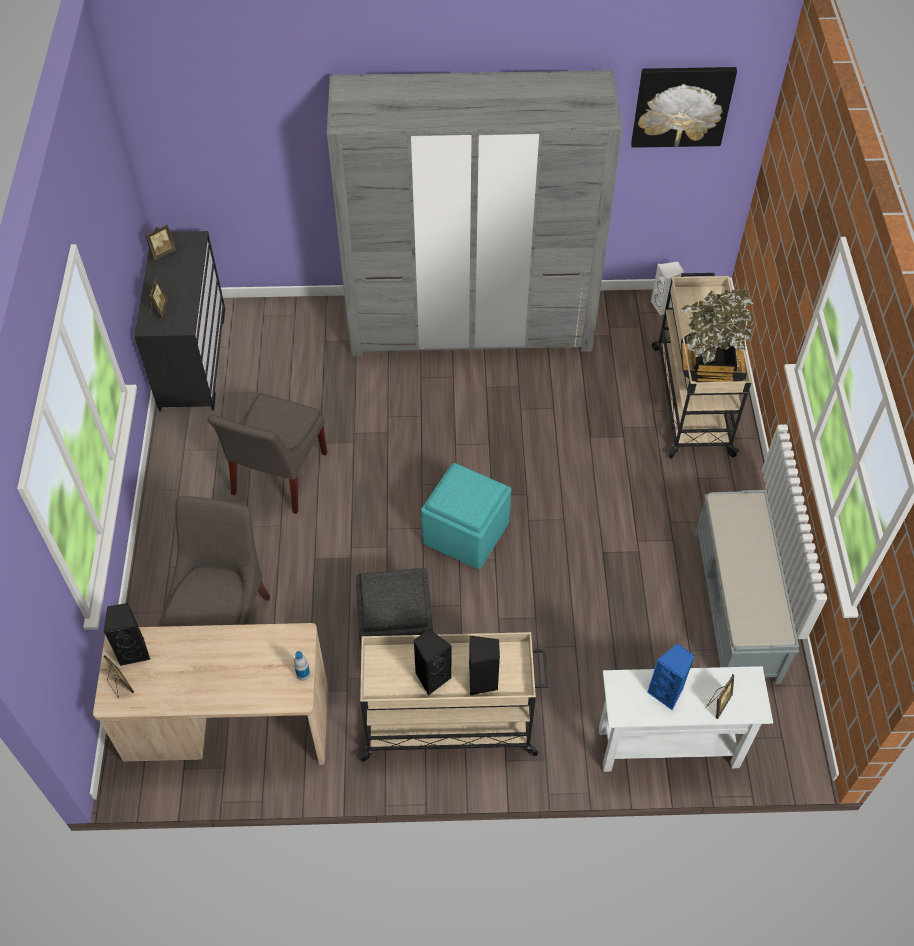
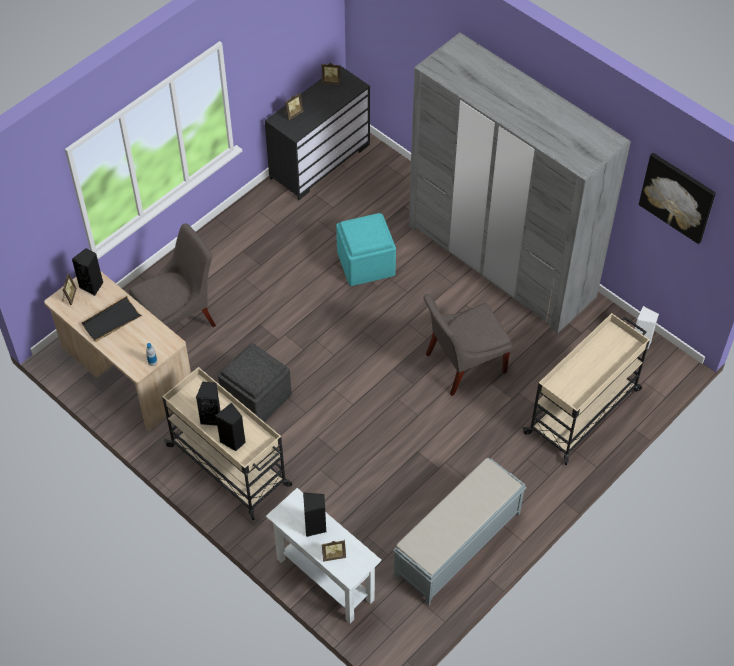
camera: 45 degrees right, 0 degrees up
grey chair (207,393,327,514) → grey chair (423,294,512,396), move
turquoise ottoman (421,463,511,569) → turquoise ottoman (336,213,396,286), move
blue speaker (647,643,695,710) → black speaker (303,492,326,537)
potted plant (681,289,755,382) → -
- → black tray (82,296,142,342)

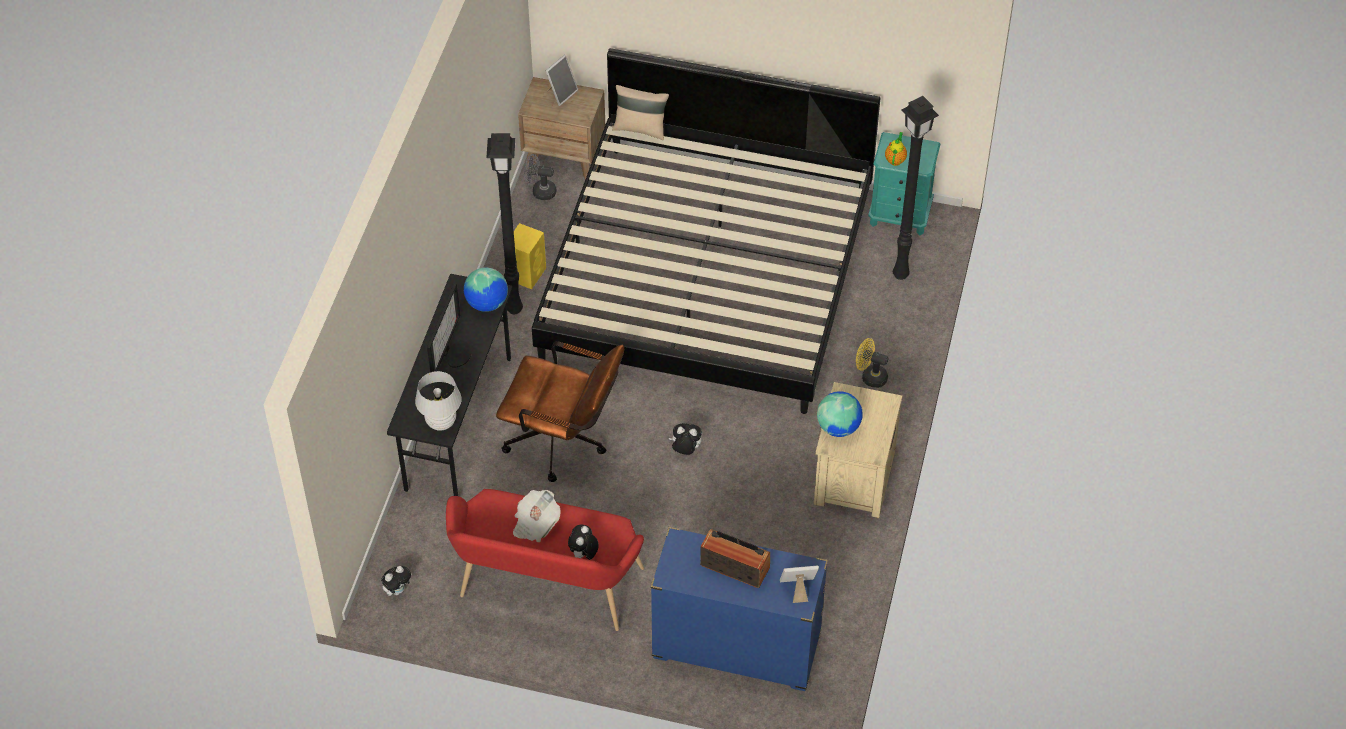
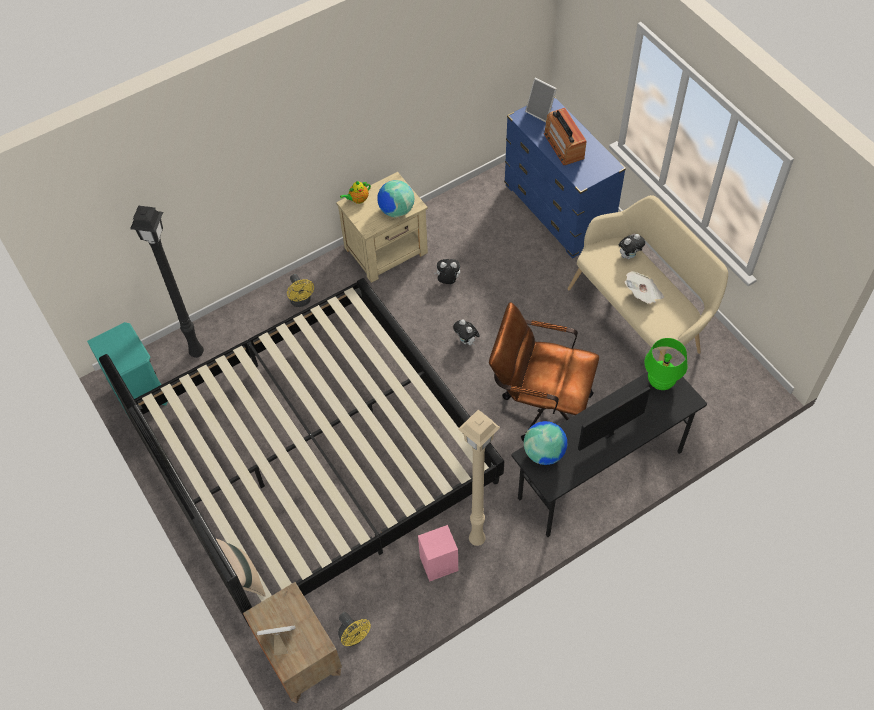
camera: 135 degrees left, 5 degrees up
plush toy (381,566,412,596) → plush toy (434,259,460,284), move
white table lamp (415,371,462,431) → green table lamp (644,338,688,390)
red bench (446,489,644,631) → beige bench (568,195,728,361)
black floor lamp (487,133,523,314) → beige floor lamp (458,410,500,546)
brown office chair (496,341,624,482) → brown office chair (489,302,599,442), 45 degrees counterclockwise
yellow speaker (514,223,546,289) → pink speaker (418,525,458,581)
grey fan (524,154,557,200) → yellow fan (338,612,371,646)
teapot (885,132,907,166) → teapot (340,181,371,204), move

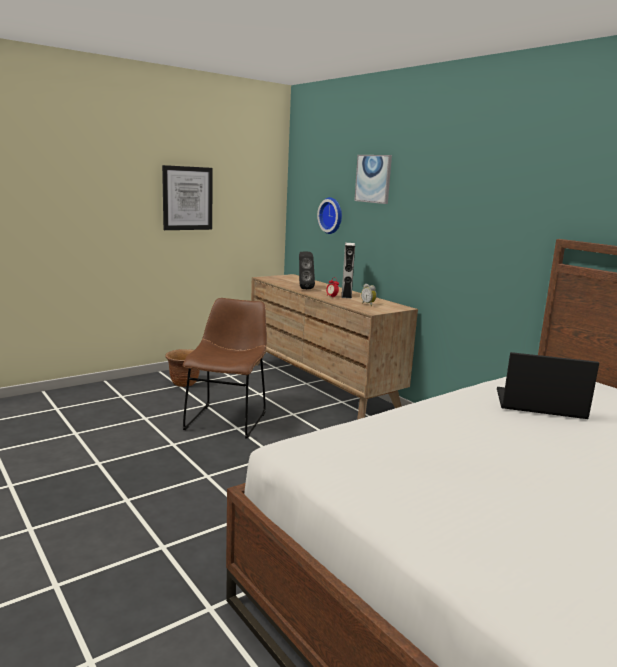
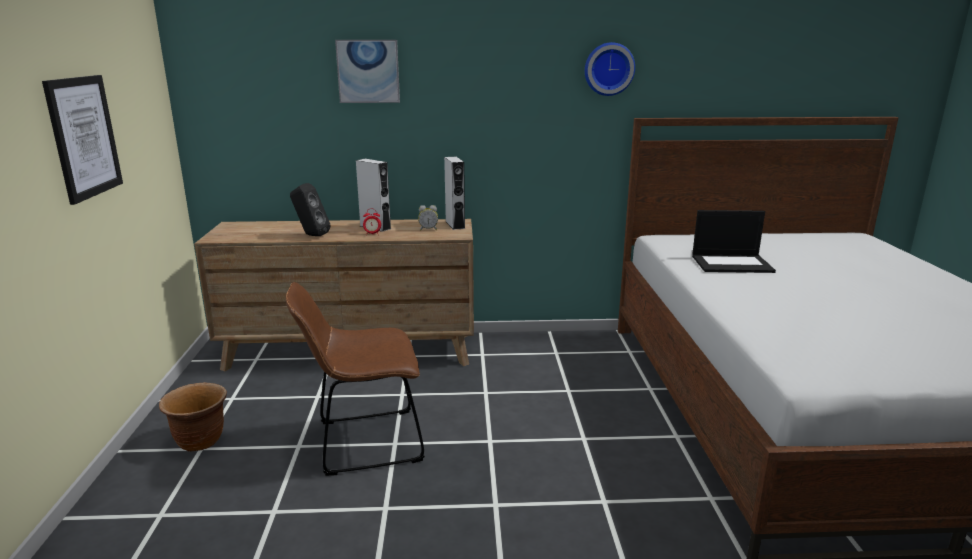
camera: 55 degrees left, 5 degrees up
brown chair (183,298,267,439) → brown chair (286,282,425,476), 60 degrees counterclockwise
wall clock (317,197,342,234) → wall clock (585,42,635,96), move
laptop (497,352,599,419) → laptop (692,210,776,273), 135 degrees counterclockwise
- → grey speaker (444,157,465,230)

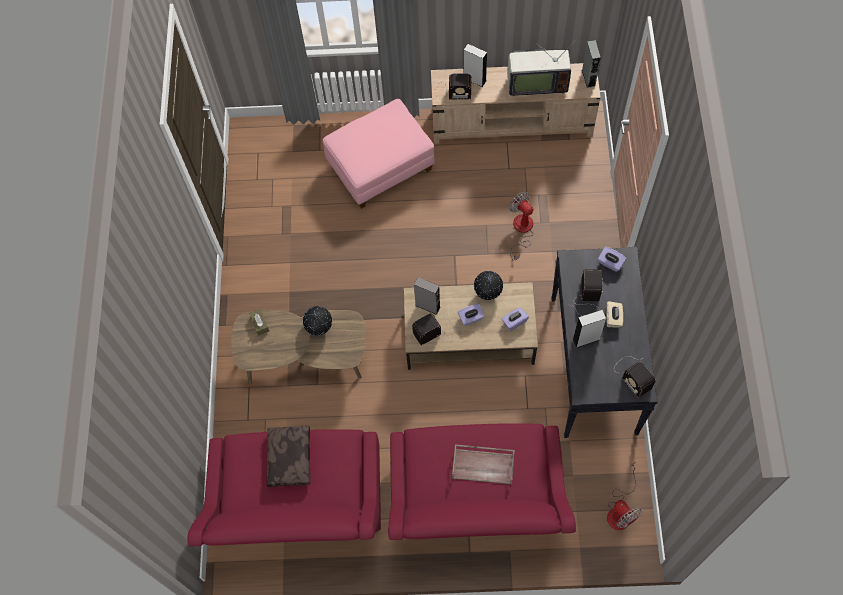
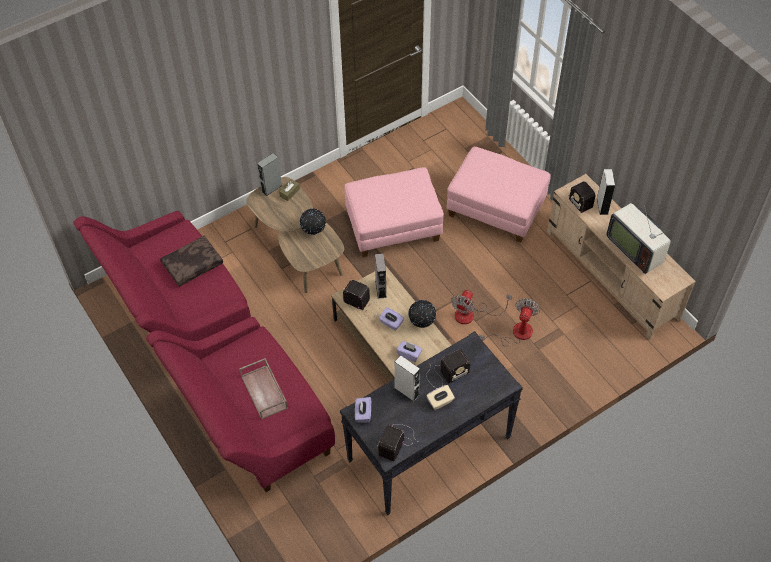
camera: 55 degrees right, 10 degrees down
grey speaker (582,40,601,88) → grey speaker (257,153,282,196), move
purple tissue box (598,247,626,272) → purple tissue box (355,397,371,423), move
fan (607,461,642,530) → fan (451,290,512,324), move
- → pink ottoman (344,167,444,257)

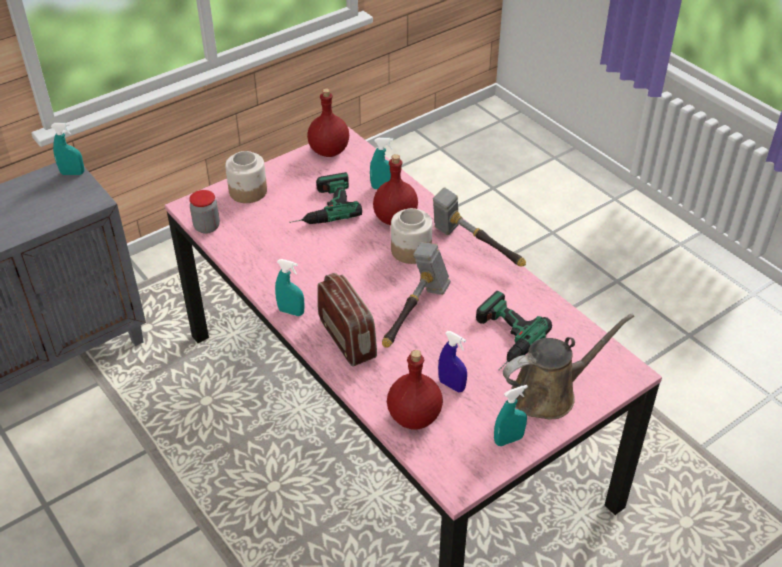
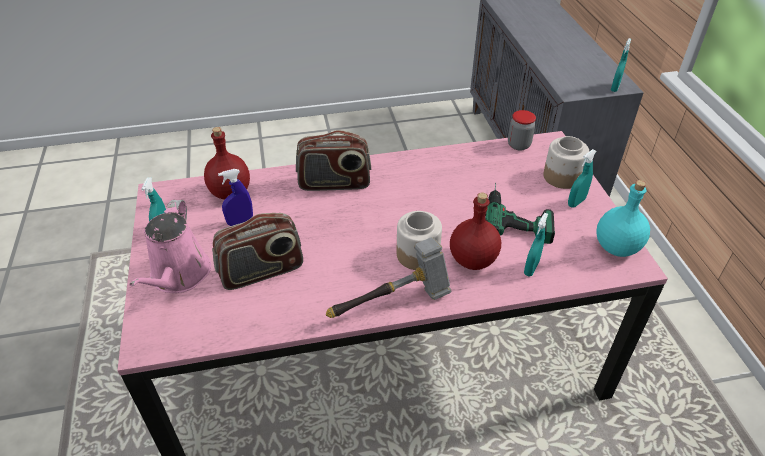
camera: 115 degrees right, 0 degrees up
turquoise spray bottle (275,259,304,316) → turquoise spray bottle (568,149,597,208), move
red bottle (307,88,349,157) → turquoise bottle (596,180,650,257)
hammer (382,242,451,347) → -
power drill (476,291,552,370) → radio (212,213,303,290)
brown watering can (503,314,634,420) → pink watering can (129,200,211,293)

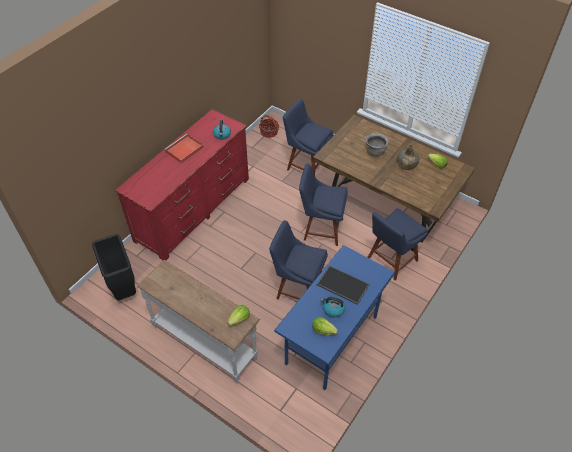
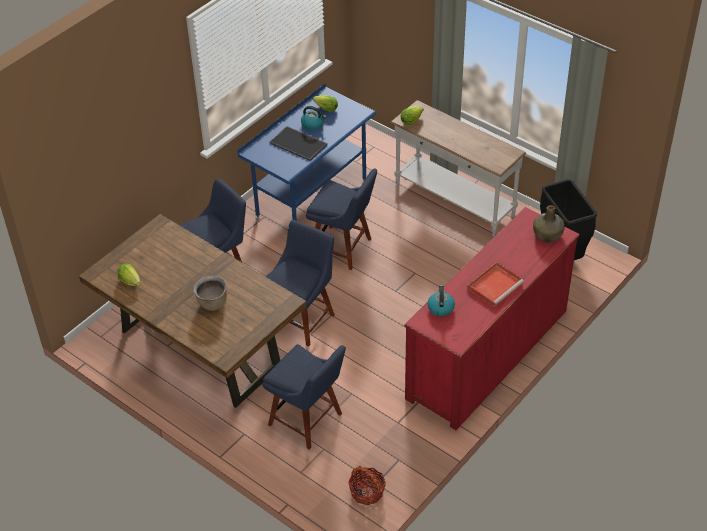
camera: 175 degrees left, 5 degrees down
blue chair (299,163,348,246) → blue chair (266,220,335,347), 75 degrees counterclockwise
green bottle (397,145,419,170) → green bottle (533,205,565,242), move

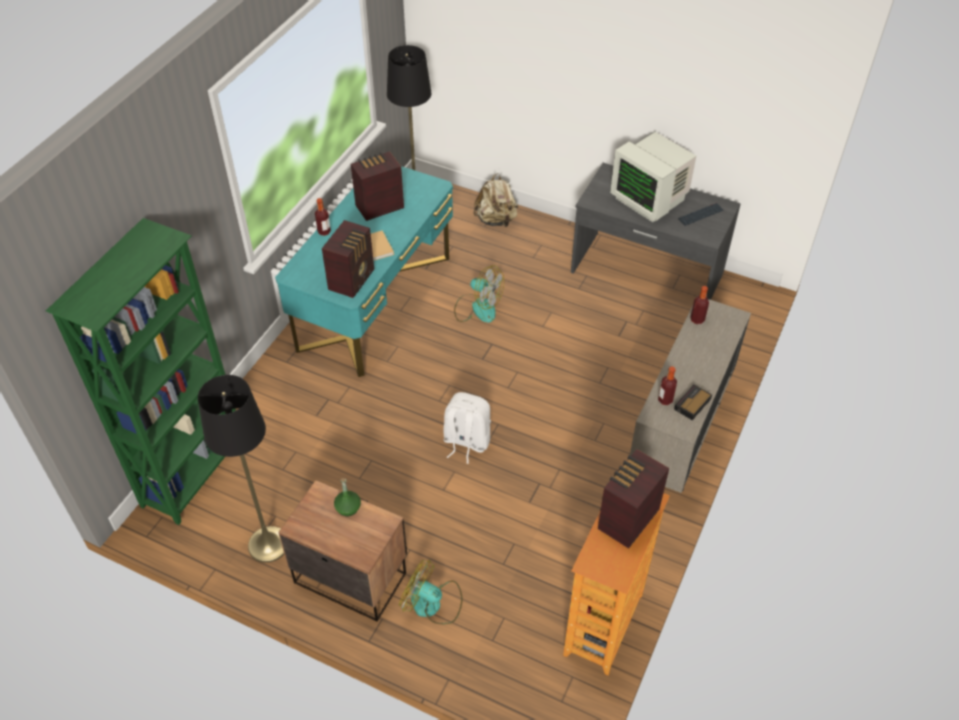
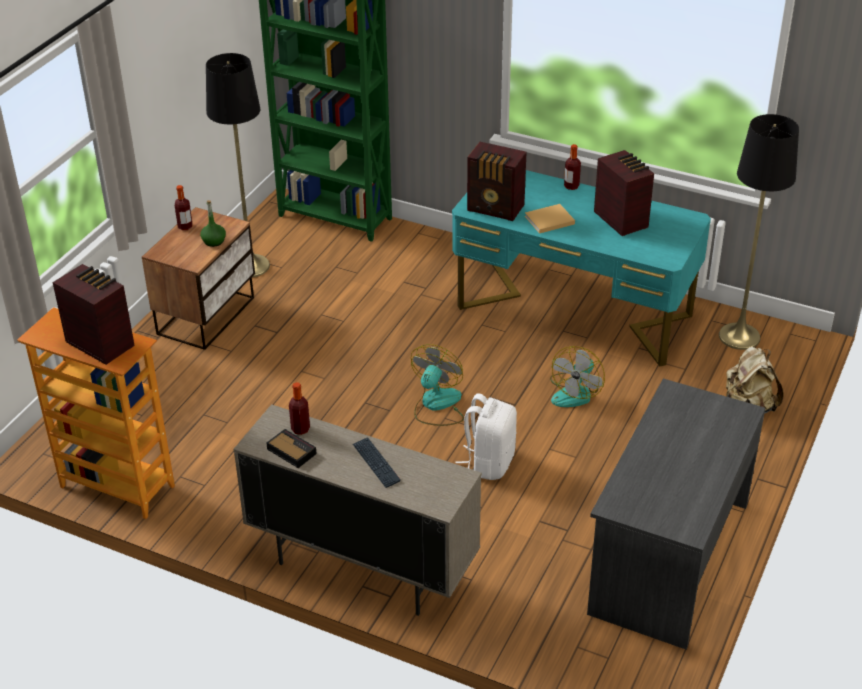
camera: 90 degrees right, 10 degrees down
fan (399,560,463,624) → fan (411,344,464,426), move
white backpack (444,392,491,464) → white backpack (455,393,517,480), move
monitor (610,132,696,222) → -
keyboard (678,203,723,226) → keyboard (353,437,401,488), move
bottle (690,286,709,324) → bottle (175,185,192,230), move

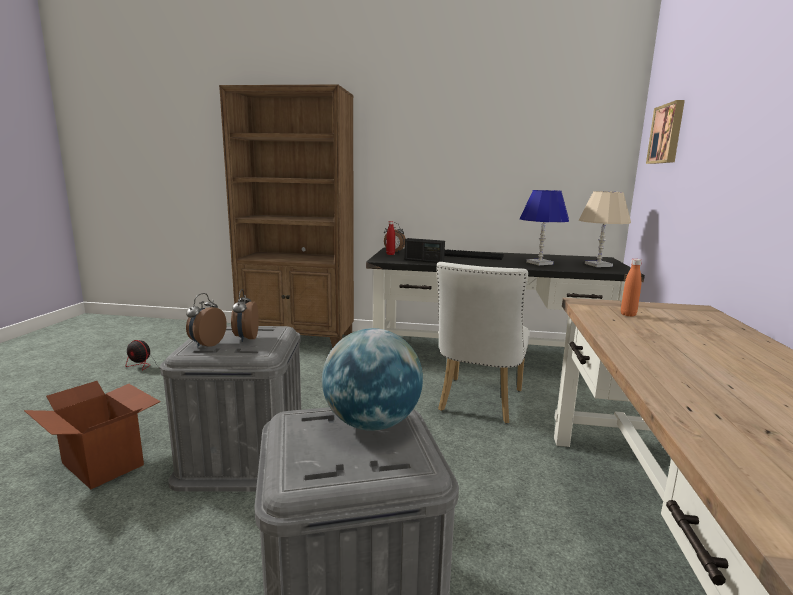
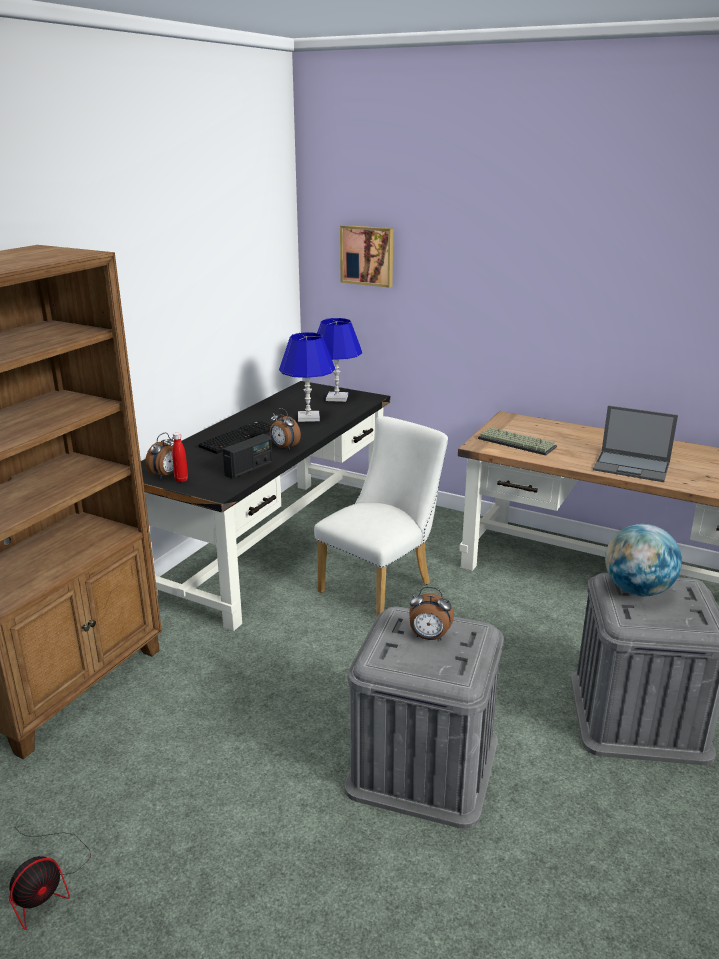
camera: 70 degrees left, 10 degrees up
cardboard box (24,381,161,489) → -
alarm clock (186,293,227,347) → alarm clock (270,408,301,450), move
white chair (437,262,530,424) → white chair (314,416,448,618), 90 degrees counterclockwise
beige table lamp (579,191,631,267) → blue table lamp (317,318,362,402)
orange bottle (621,259,642,317) → keyboard (478,428,557,456)
- → laptop (593,405,678,482)

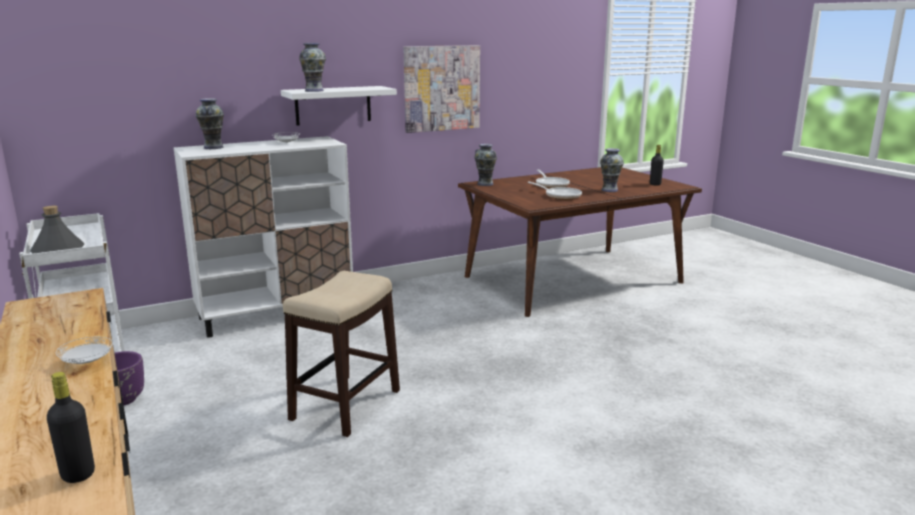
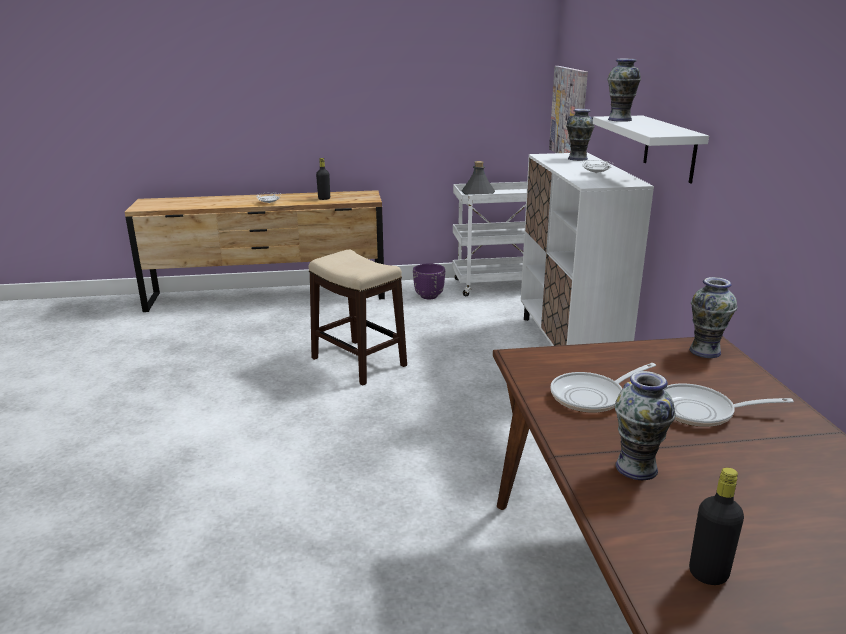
camera: 110 degrees right, 5 degrees up
black bottle (47,372,95,483) → black bottle (316,158,330,200), move
picture (403,45,480,133) → picture (549,66,588,153), move

